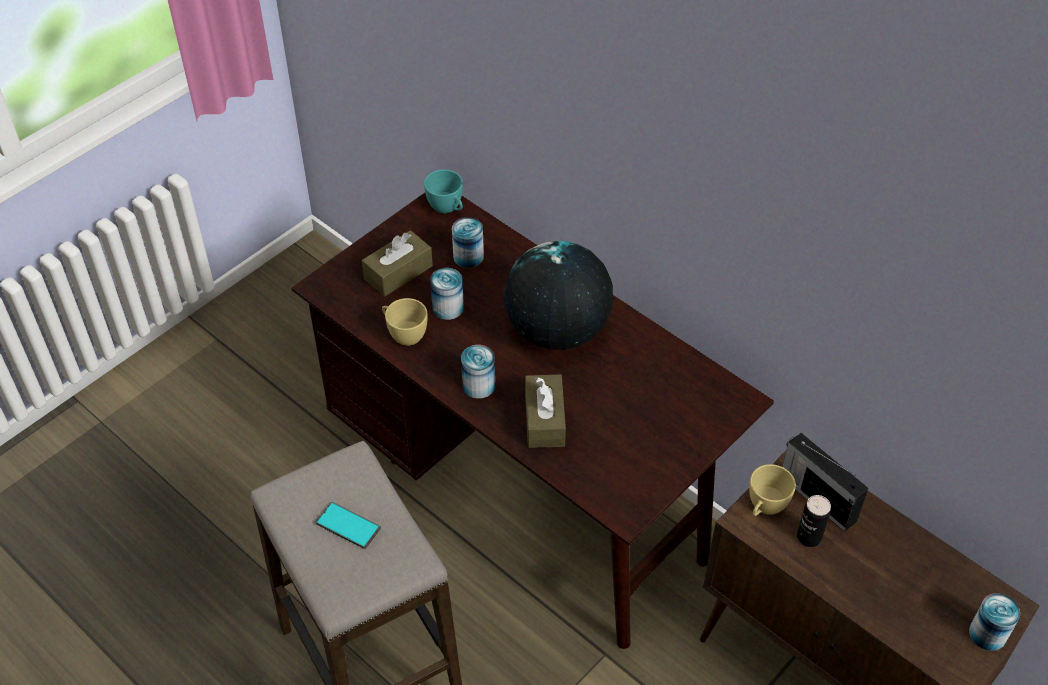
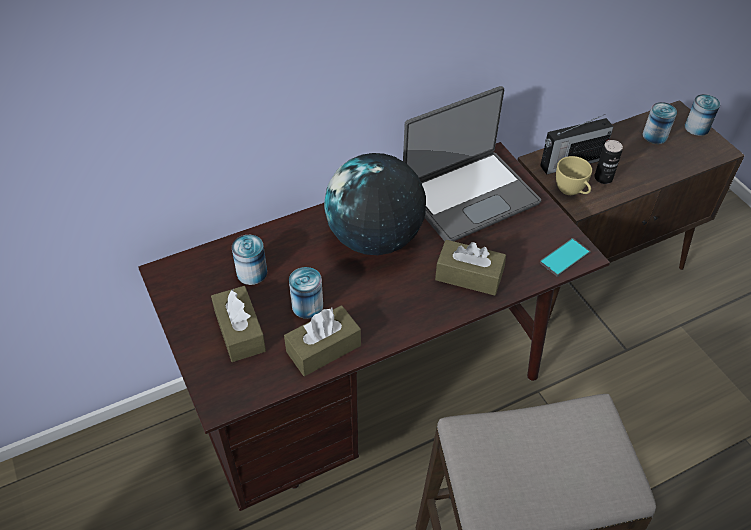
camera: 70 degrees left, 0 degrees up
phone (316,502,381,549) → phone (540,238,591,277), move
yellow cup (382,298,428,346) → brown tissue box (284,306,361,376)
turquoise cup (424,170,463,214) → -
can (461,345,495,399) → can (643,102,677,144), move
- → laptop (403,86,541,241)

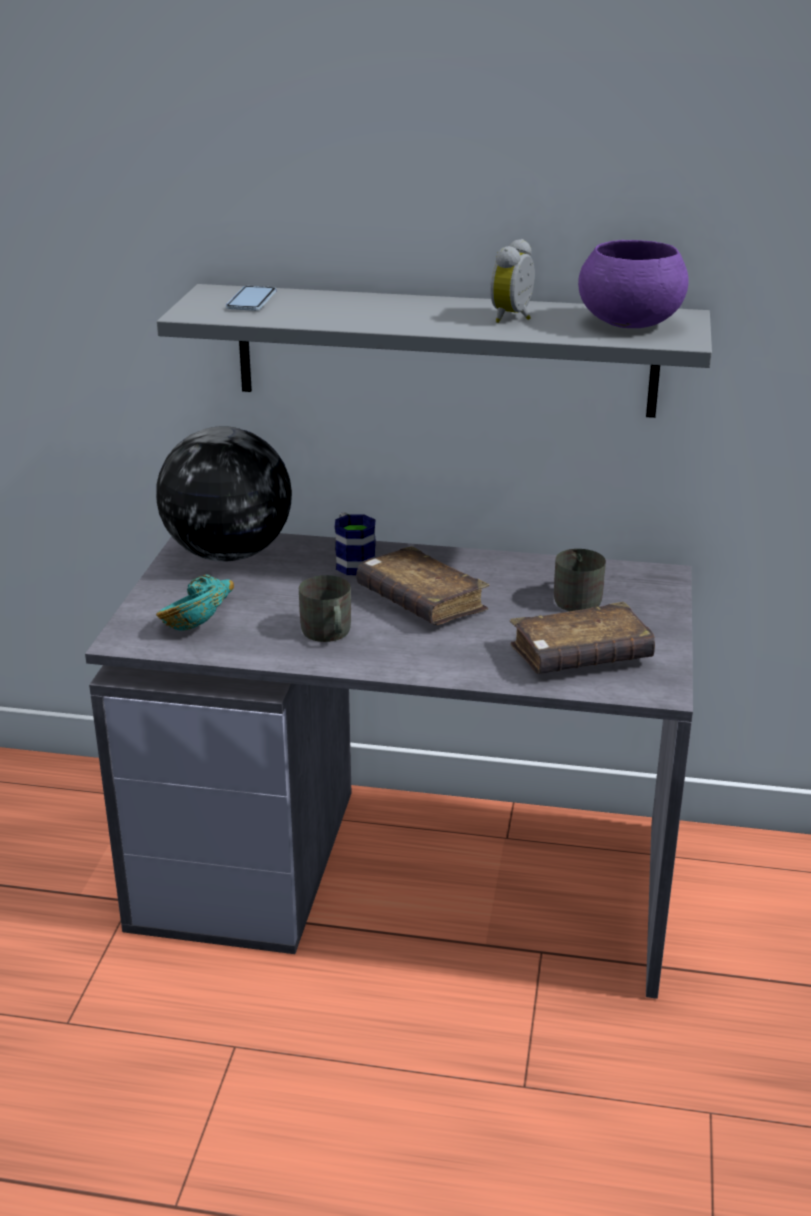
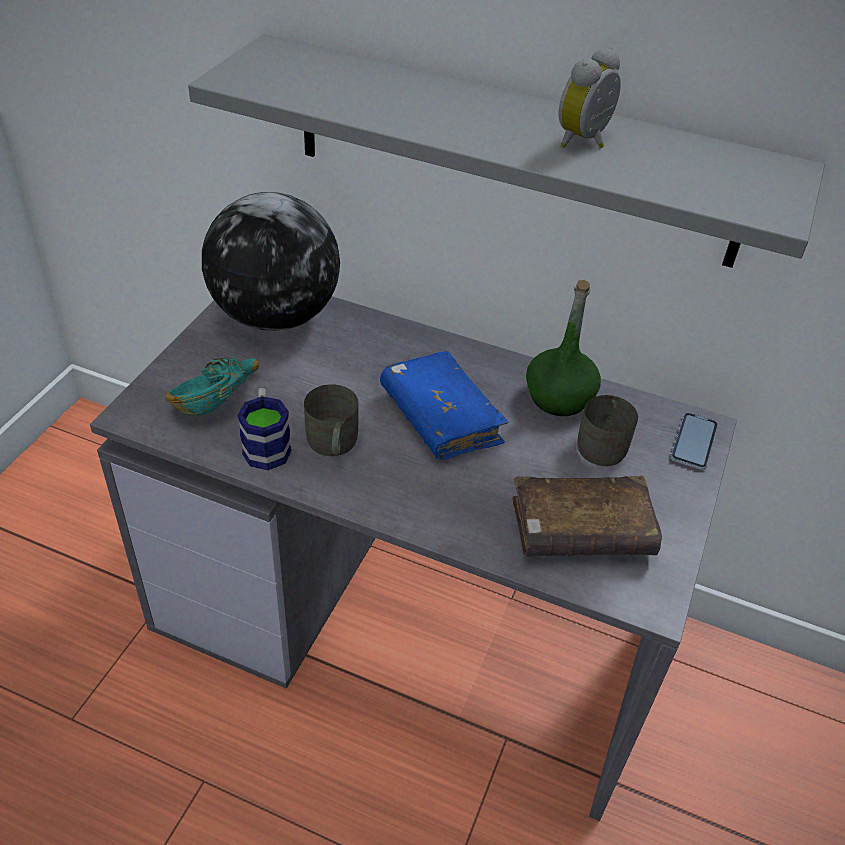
camera: 10 degrees right, 15 degrees up
phone (226,286,276,311) → phone (670,412,718,470), move
mug (335,513,376,575) → mug (237,388,292,470), move
brown book (356,546,489,625) → blue book (380,351,508,460)
purple bowl (578,240,689,328) → -
- → green bottle (526,280,601,416)

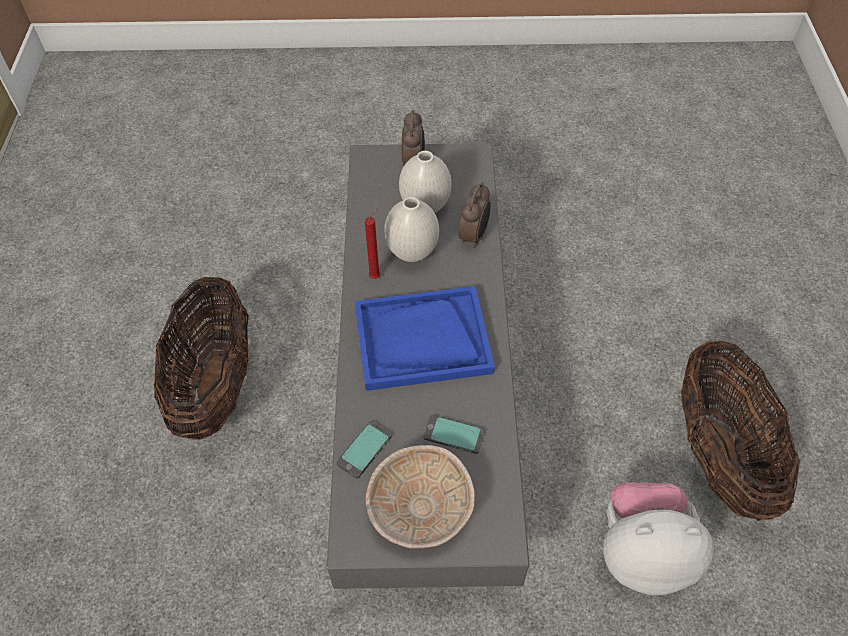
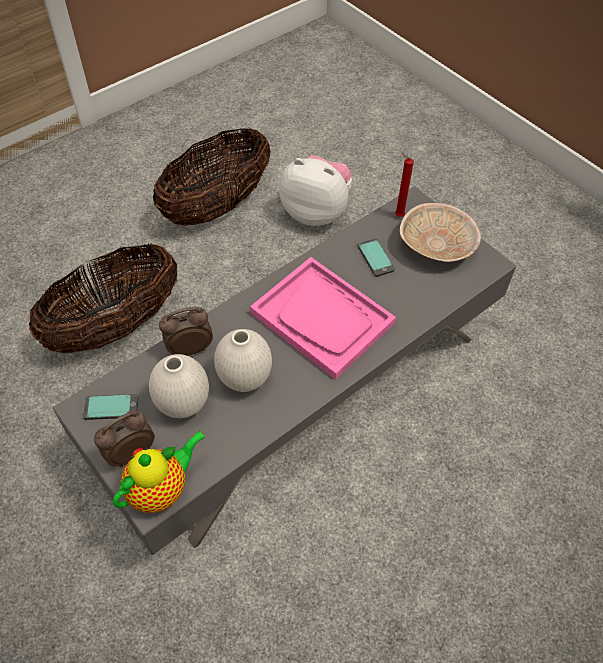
camera: 130 degrees left, 0 degrees up
basket (154,277,249,440) → basket (29,244,178,353), move
phone (336,421,392,479) → phone (83,394,138,420), move
blue tray (354,286,495,391) → pink tray (250,257,396,380)
red candle (365,208,380,279) → red candle (395,153,414,217), move
plush toy (603,483,714,595) → plush toy (279,155,352,226), 150 degrees clockwise
- → teapot (113,431,205,513)

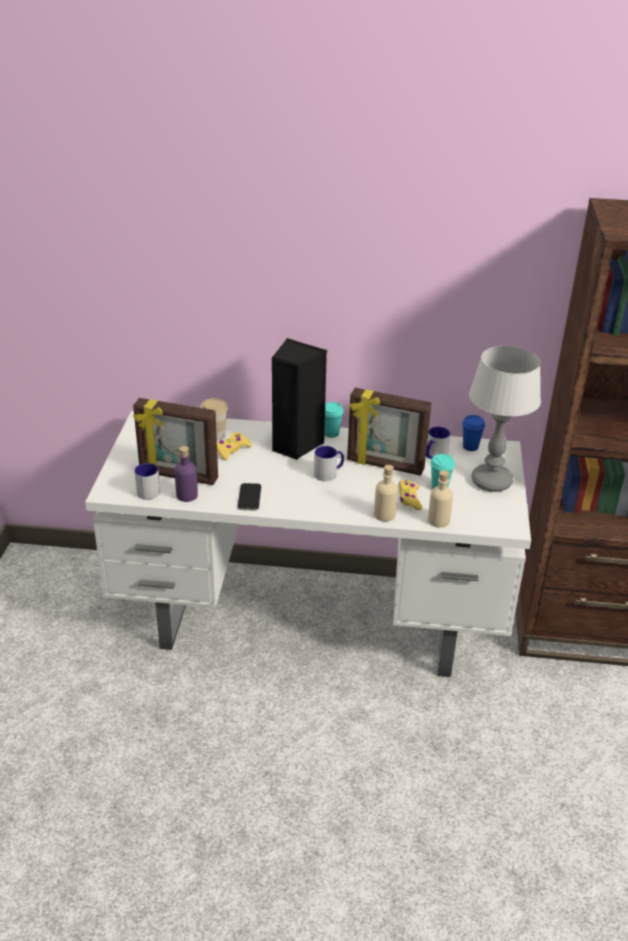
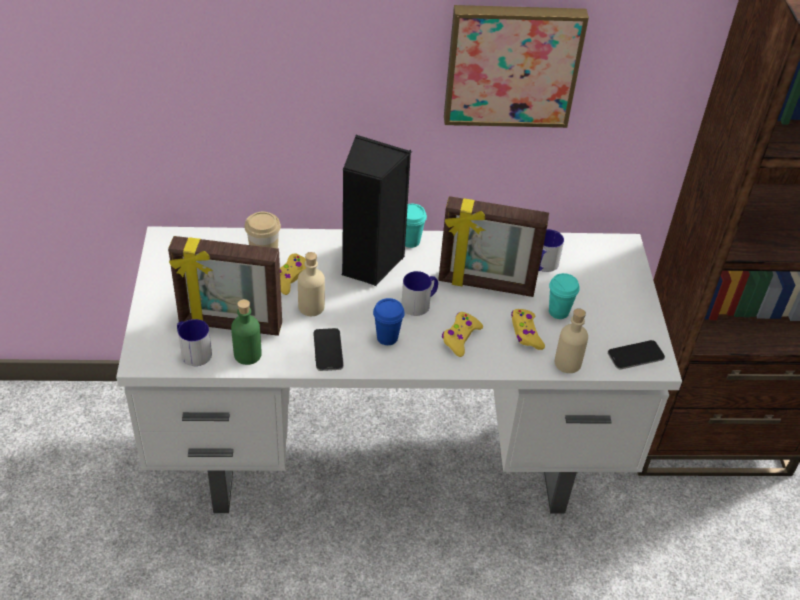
camera: 10 degrees left, 10 degrees up
purple bottle (174,446,198,502) → green bottle (231,299,262,365)
beige bottle (374,465,398,522) → beige bottle (298,252,325,316), move
blue cup (462,415,485,451) → blue cup (373,298,405,345), move
table lamp (469,346,541,492) → -
- → yellow game controller (442,312,483,357)
- → picture (444,5,589,128)
- → phone (608,340,665,370)

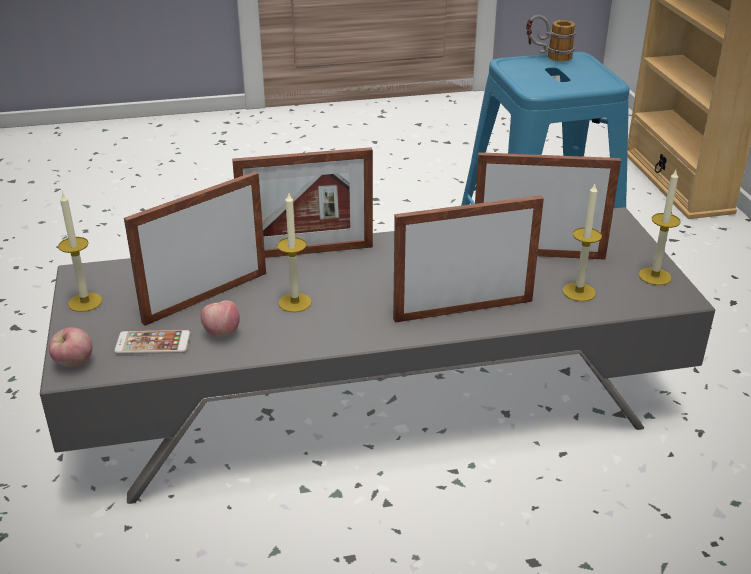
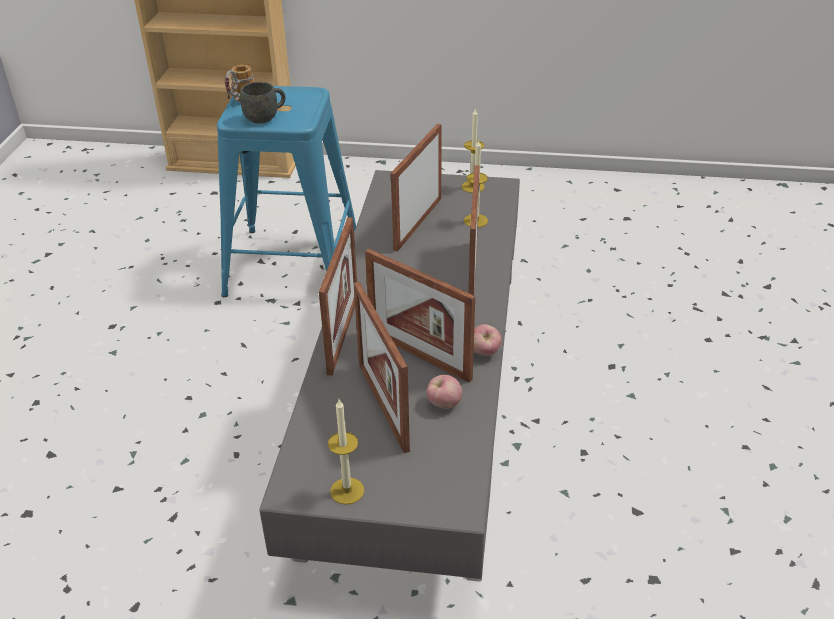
camera: 70 degrees left, 5 degrees up
apple (49,327,93,367) → apple (474,324,502,356), move
phone (114,330,190,354) → -
candle (277,193,312,312) → picture frame (365,249,475,383)
- → grey mug (240,82,286,124)

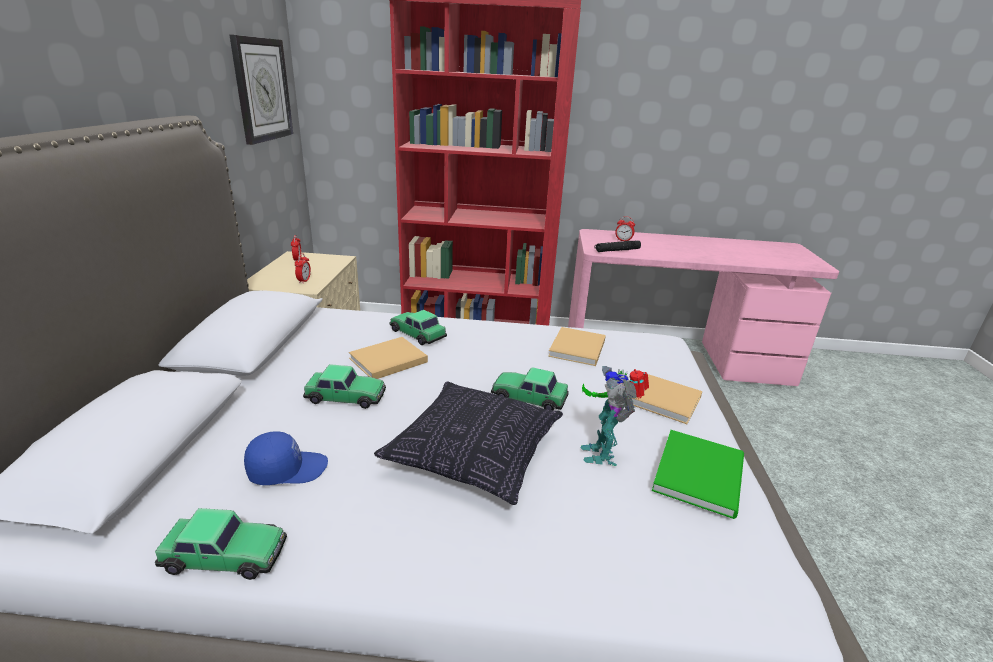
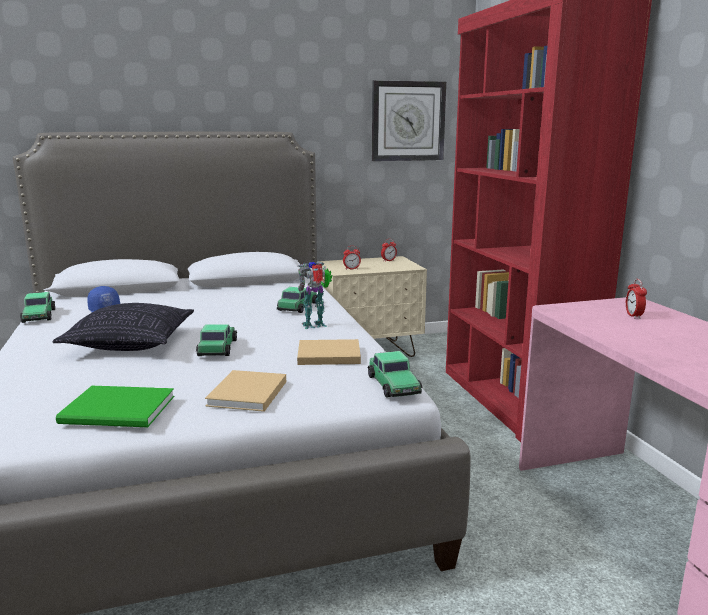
camera: 70 degrees right, 10 degrees down
toy car (303,364,386,409) → toy car (367,351,423,397), move
beige book (349,337,428,379) → -
toy robot (580,366,649,466) → toy robot (298,261,333,329), move
black flashlight (595,240,641,252) → -

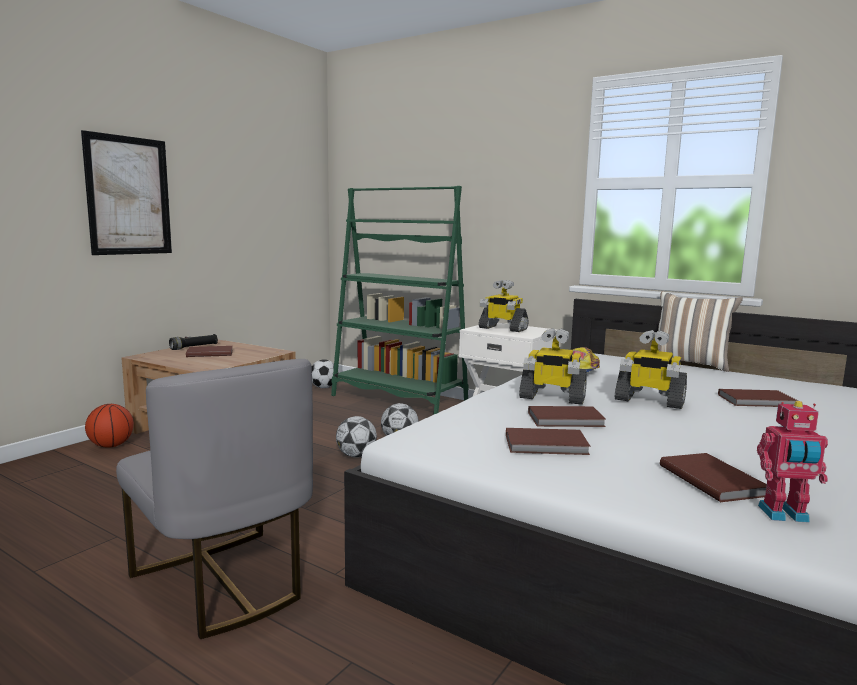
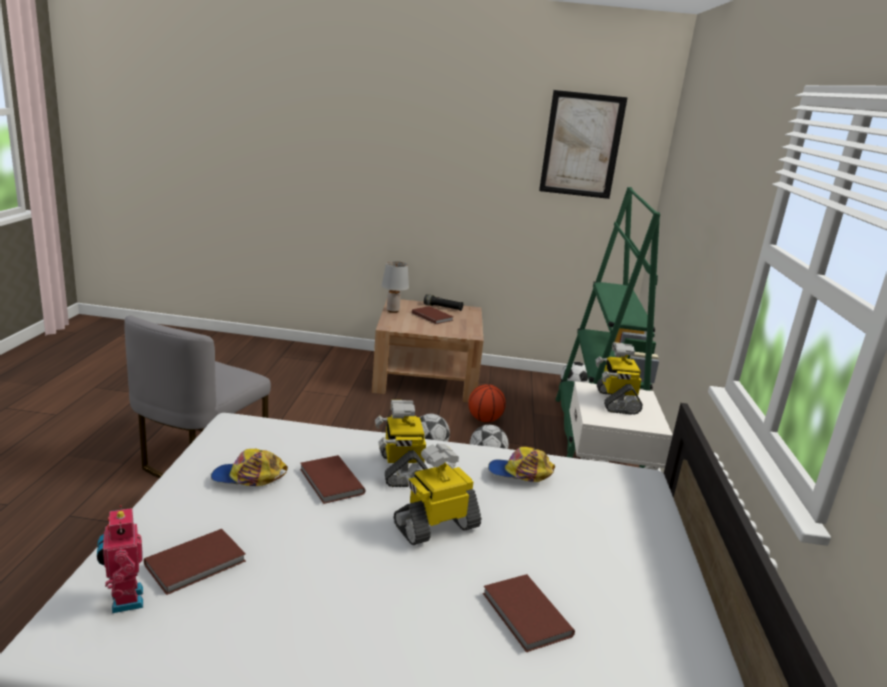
camera: 60 degrees right, 10 degrees up
picture (81,130,172,255) → picture (539,90,628,199), move
basketball (85,404,134,448) → basketball (468,384,506,422), move
brown book (506,428,591,455) → cap (211,449,288,486)
toy robot (615,330,687,409) → toy robot (393,444,481,545), 60 degrees clockwise
pillow (658,291,743,372) → -
- → grey table lamp (382,261,409,313)

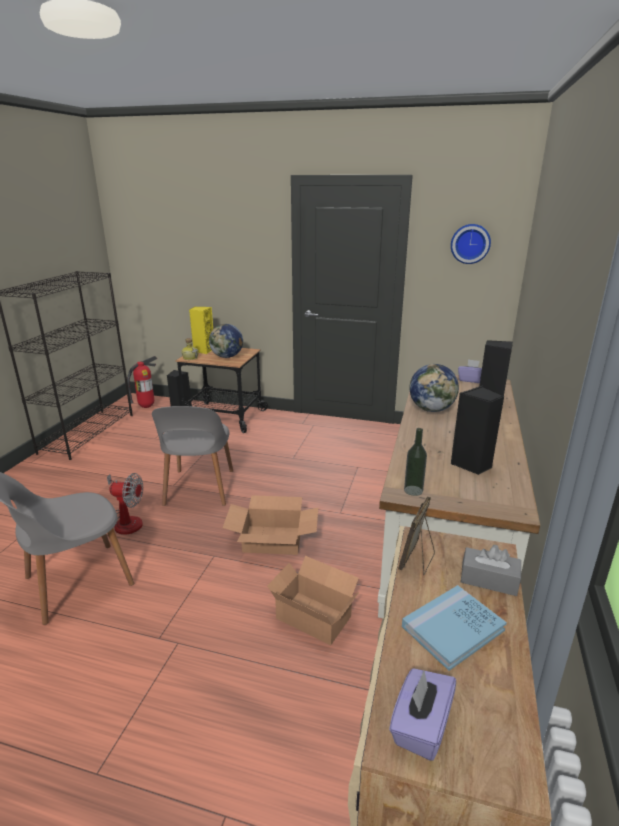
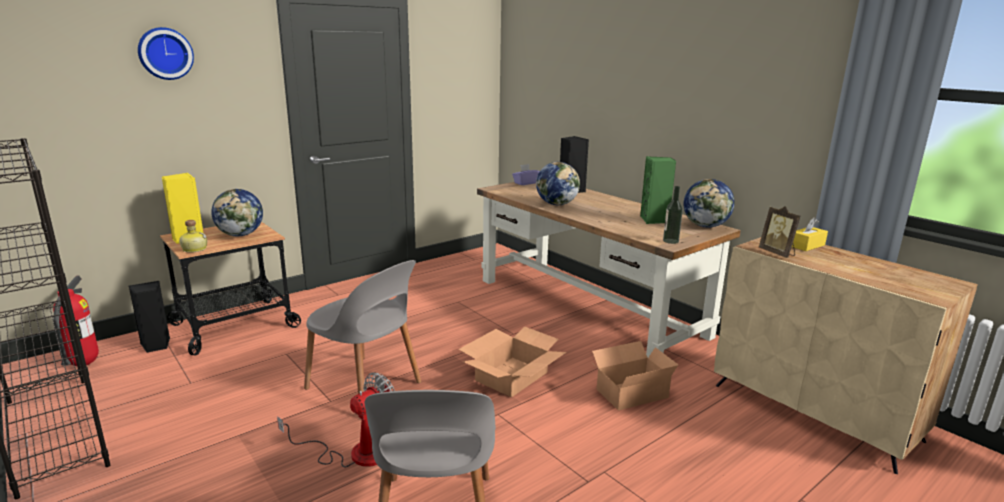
camera: 55 degrees left, 5 degrees down
purple tissue box (389,668,456,761) → -
blue book (402,585,507,671) → -
wall clock (451,224,491,264) → wall clock (138,27,194,80), move
black speaker (451,385,505,475) → green speaker (640,156,676,224)
grey tissue box (461,545,521,596) → yellow tissue box (792,218,828,251)
- → globe (683,179,735,228)

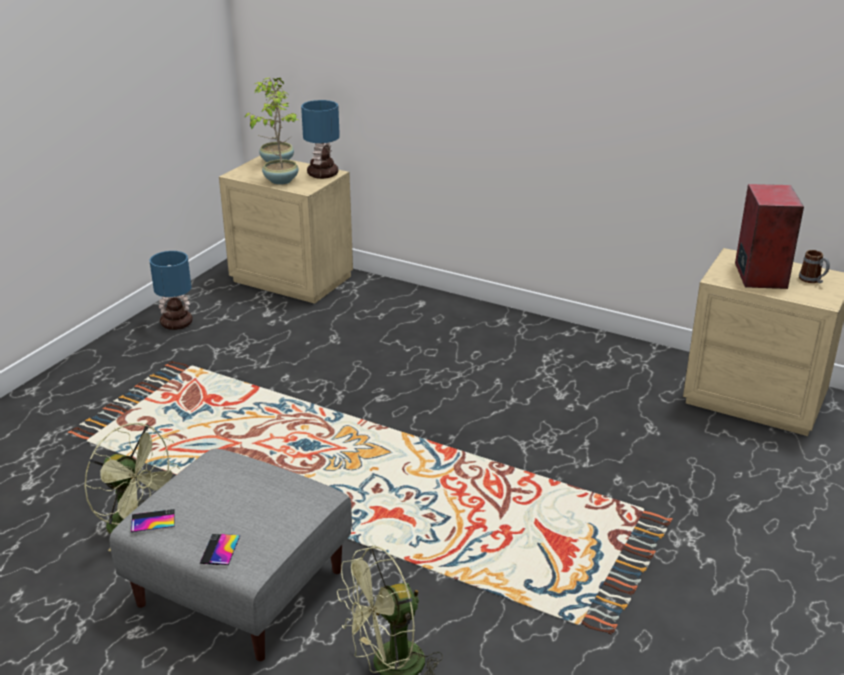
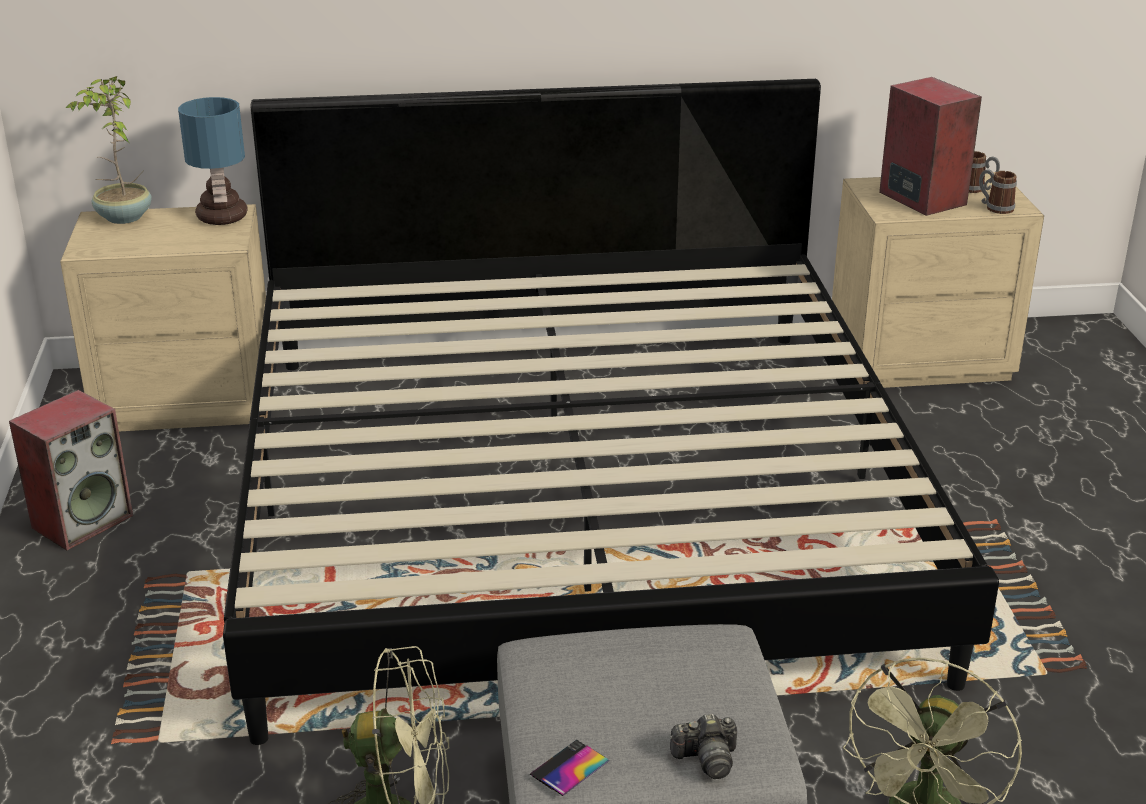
camera: 35 degrees left, 0 degrees up
table lamp (149,251,193,330) → speaker (9,390,133,550)
phone (200,534,240,565) → photo camera (670,714,737,779)
potted plant (244,92,299,185) → -
- → bed (223,79,999,745)
- → mug (979,169,1017,214)

